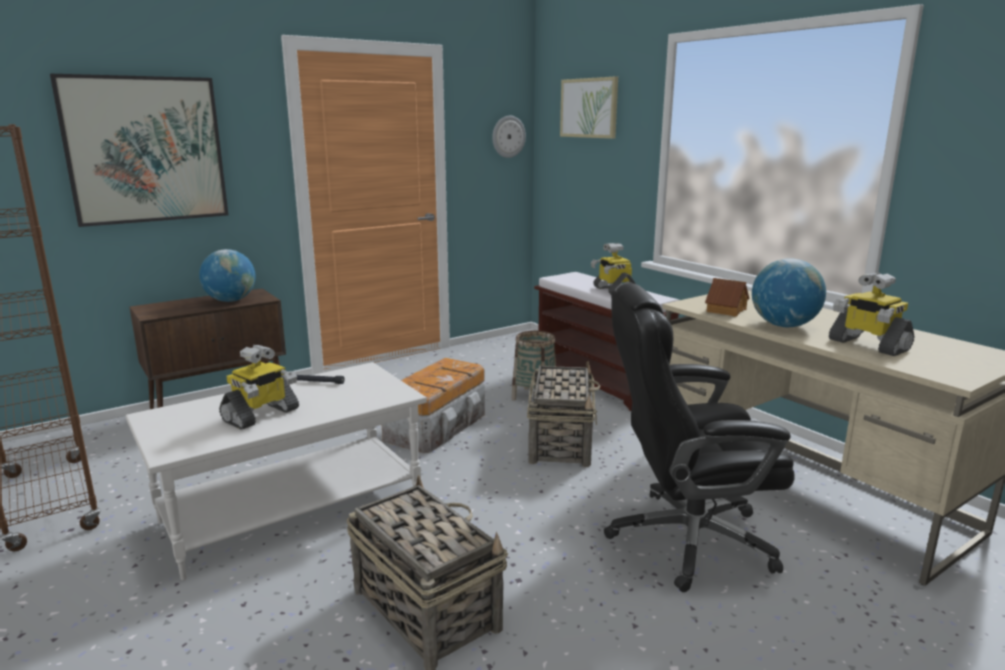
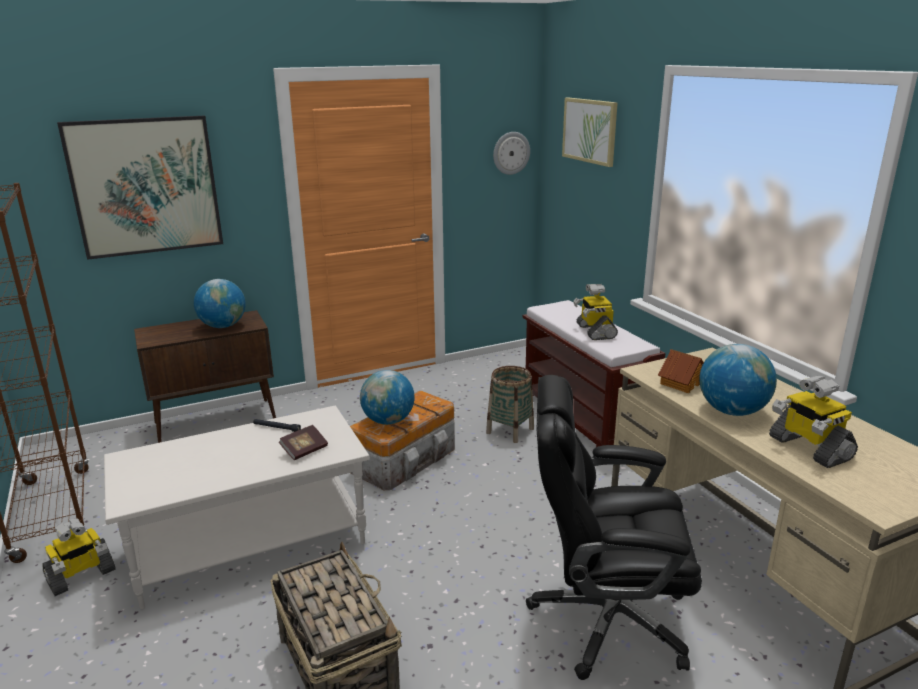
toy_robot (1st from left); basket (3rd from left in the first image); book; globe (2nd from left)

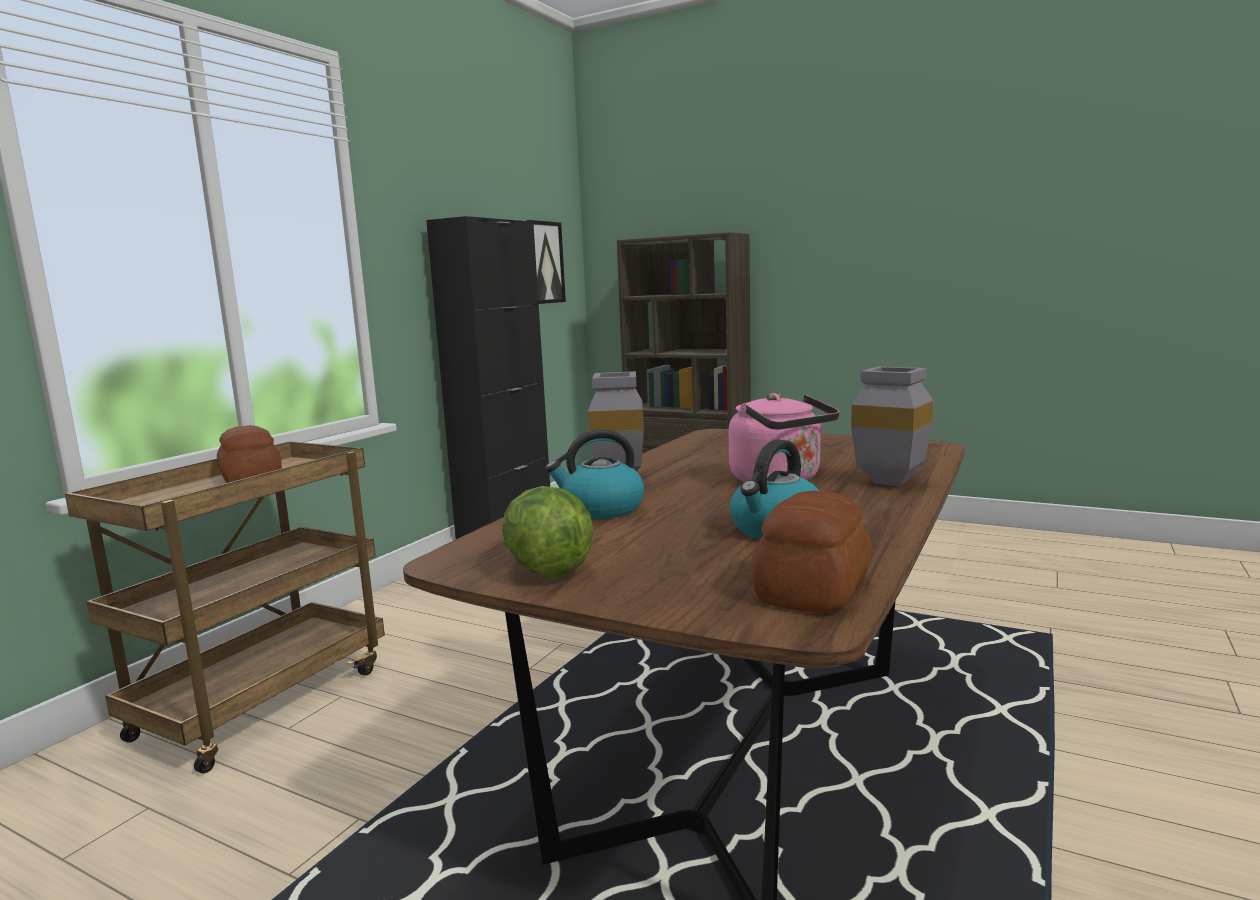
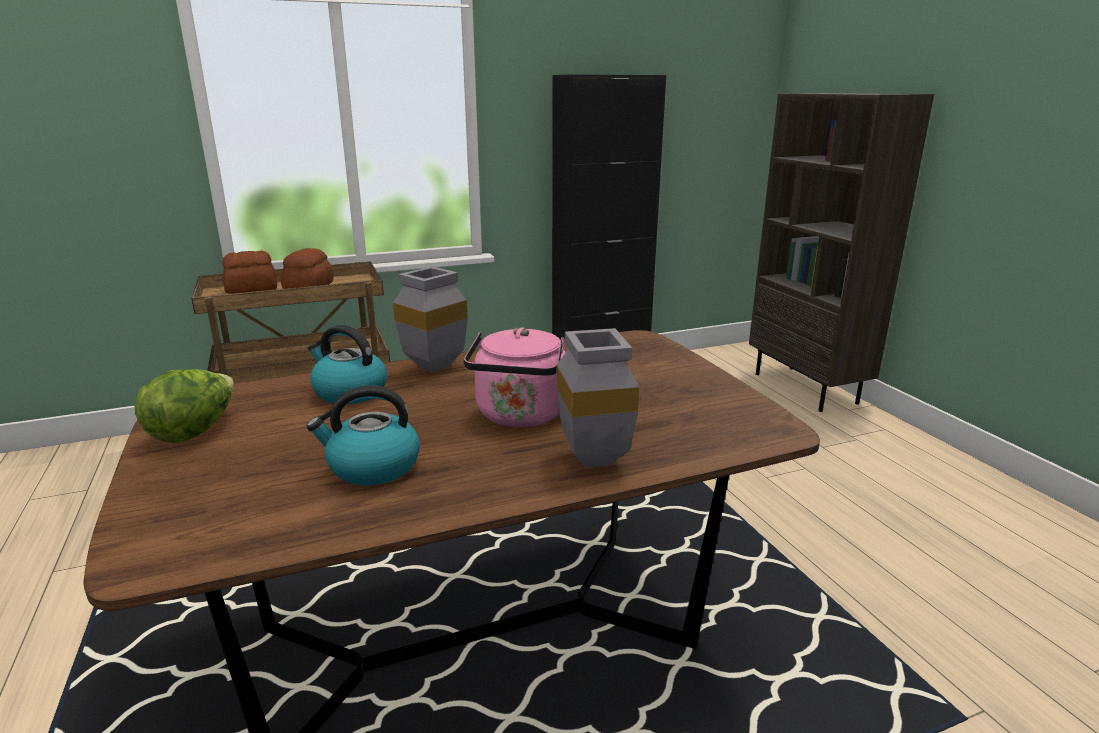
picture; bread (1st from left)

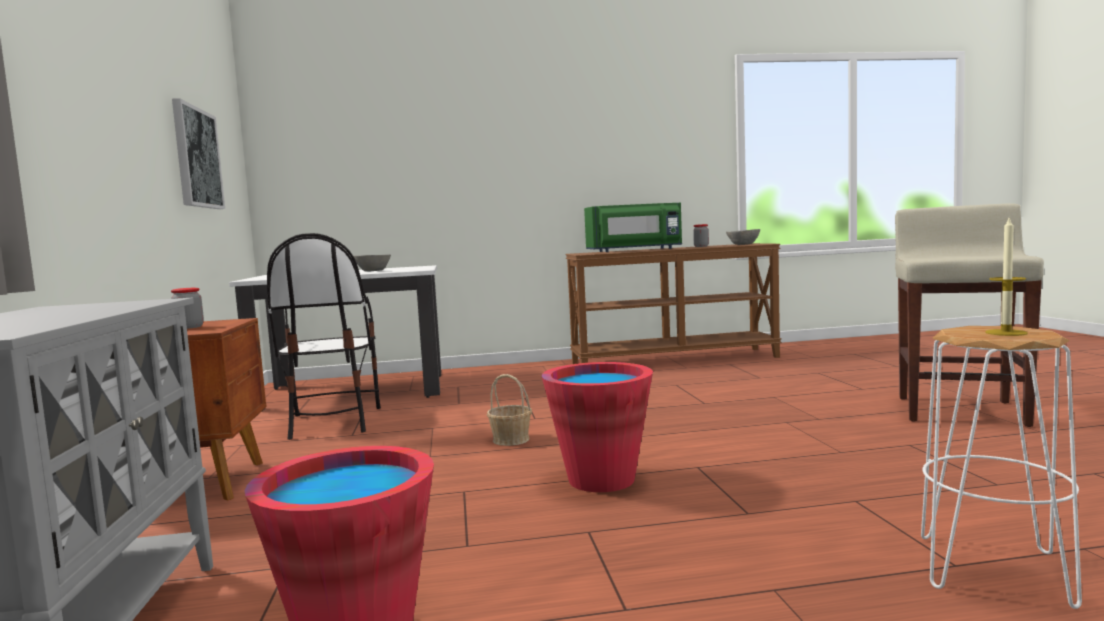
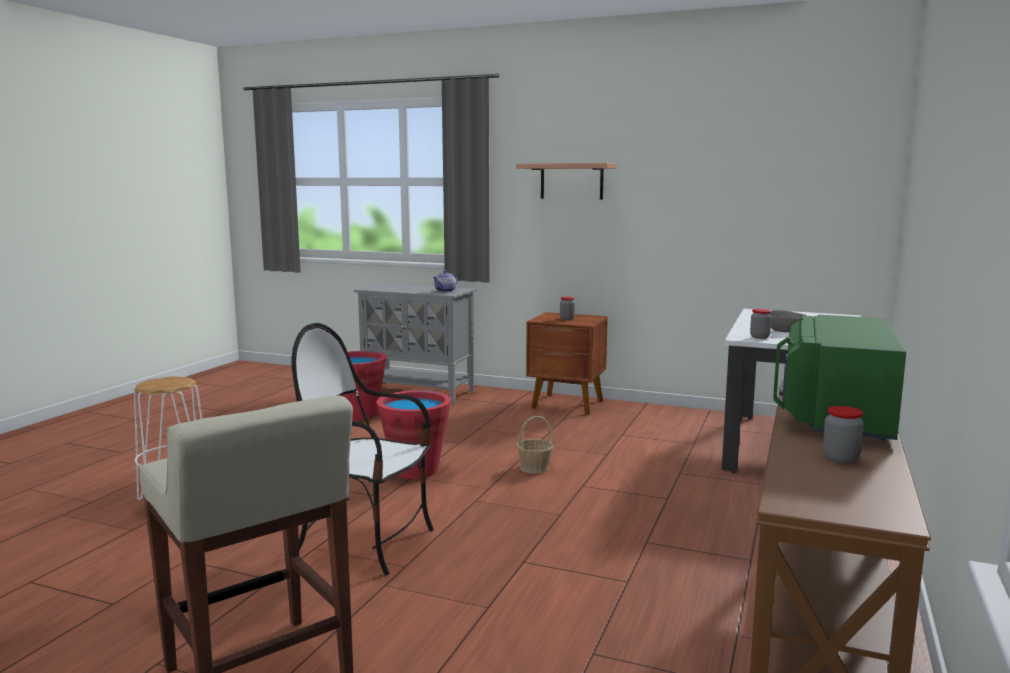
picture; chair; grey_bowl (2nd from left in the first image); candle; teapot; shelf; jar (2nd from left)

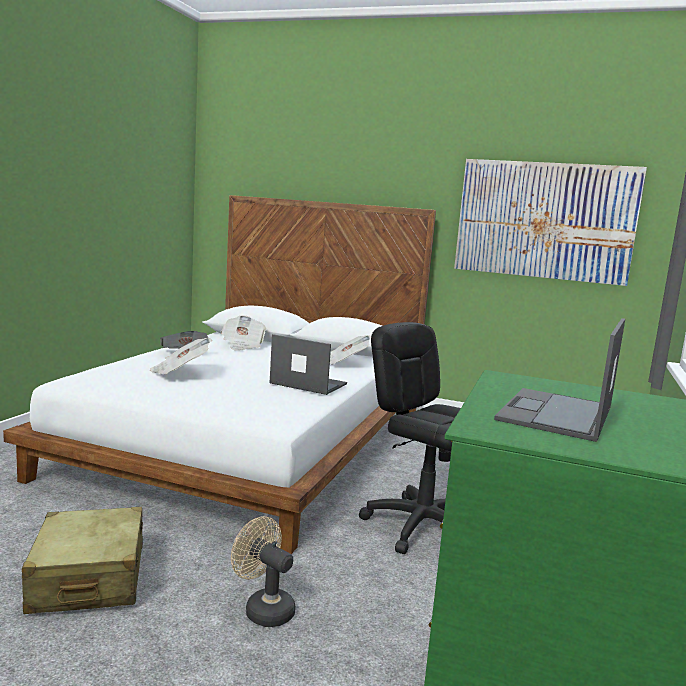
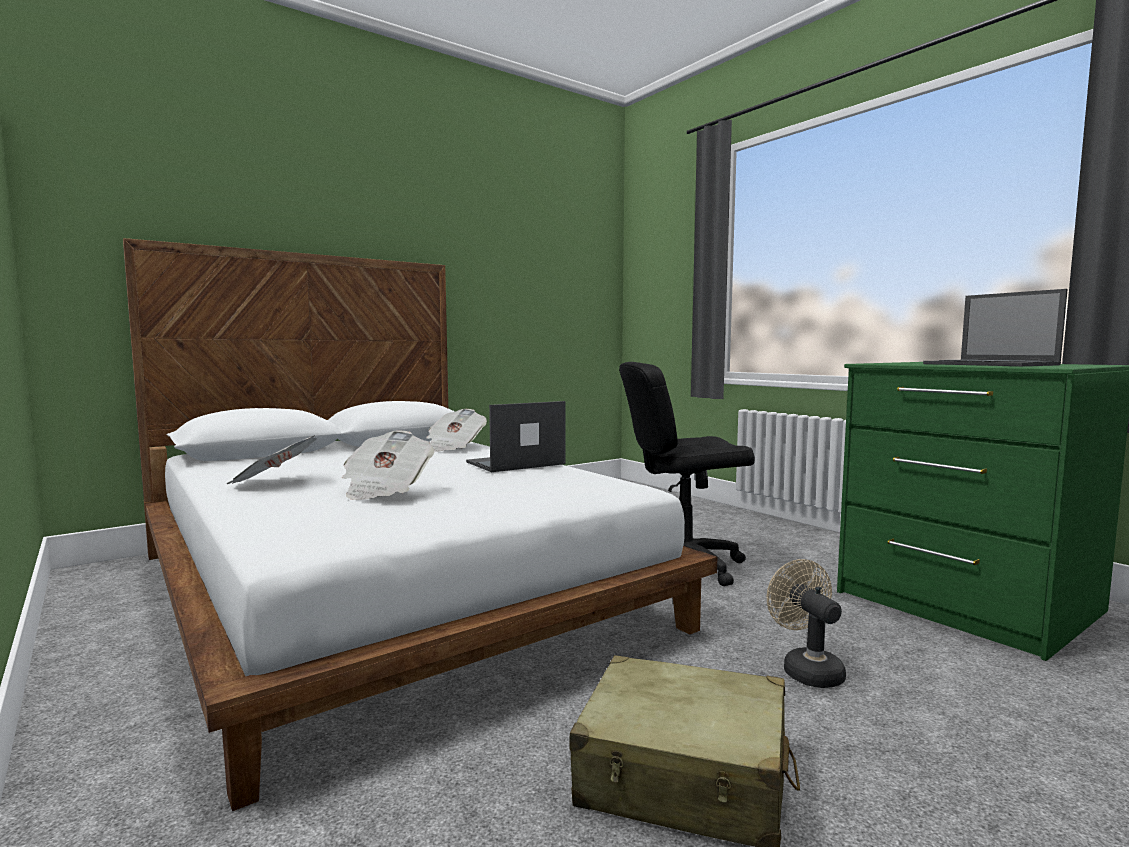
newspaper (3rd from left in the first image); beige_fan; picture

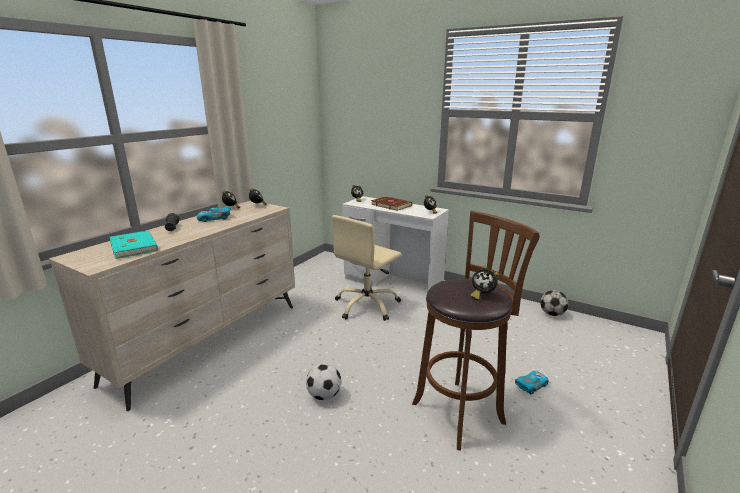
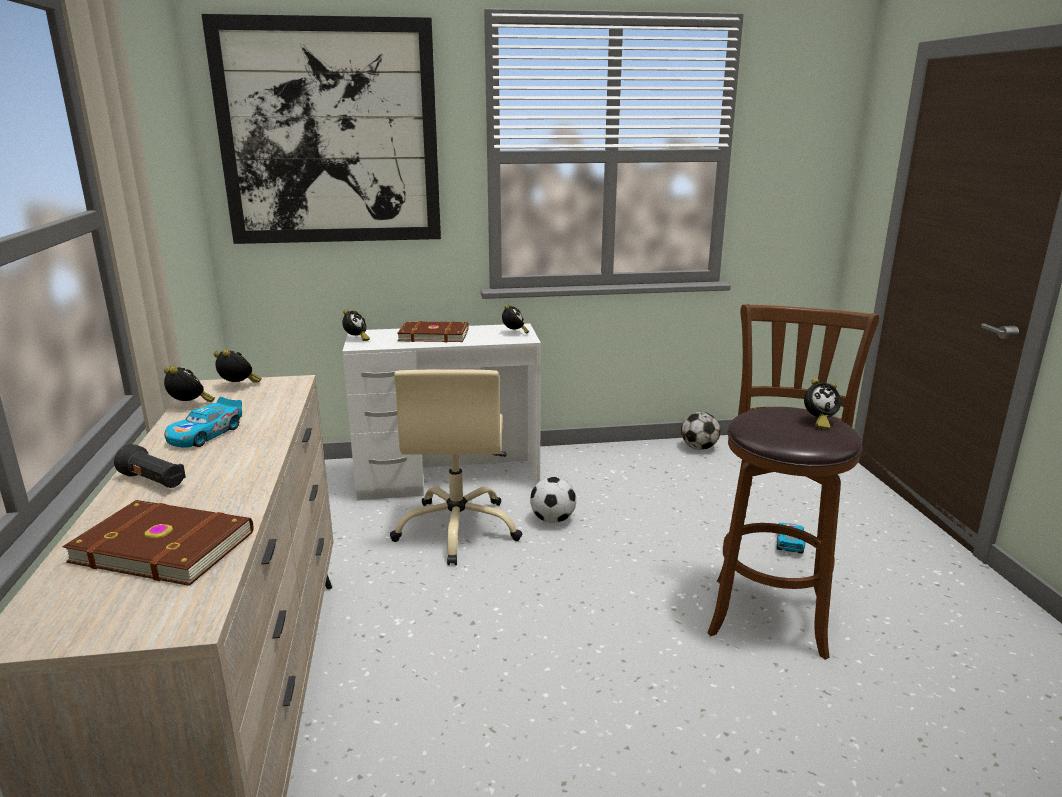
brown_book (1st from left); football (1st from left); picture

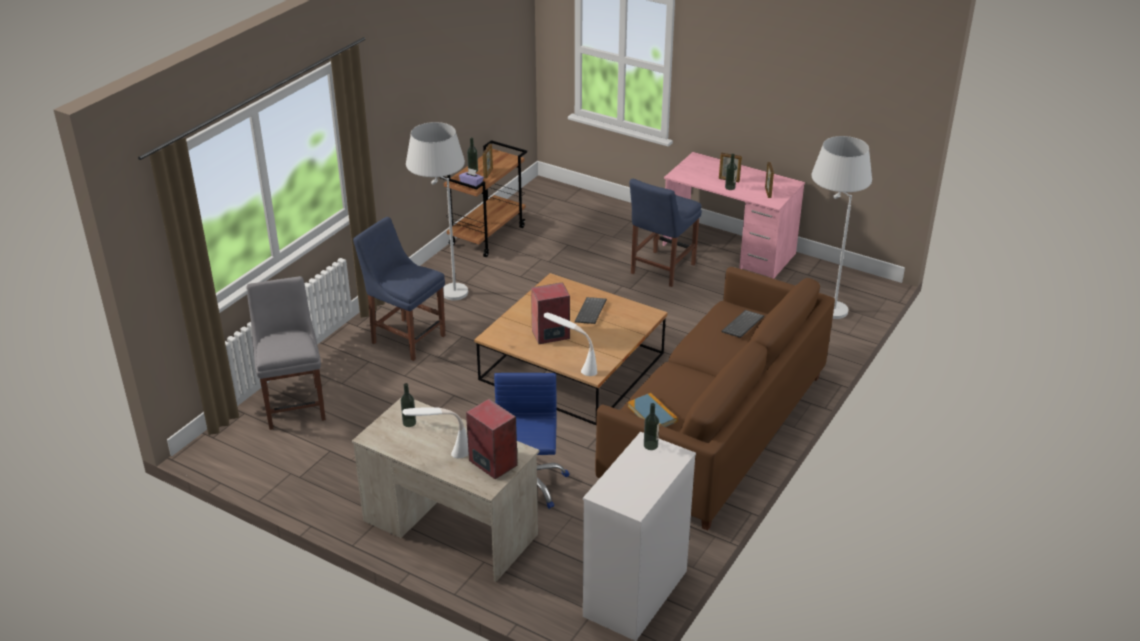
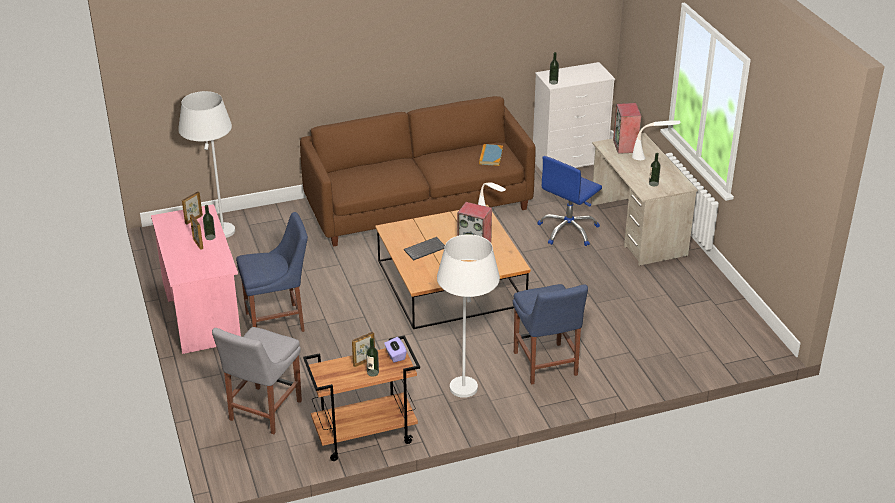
grey_chair; keyboard (2nd from left in the first image)

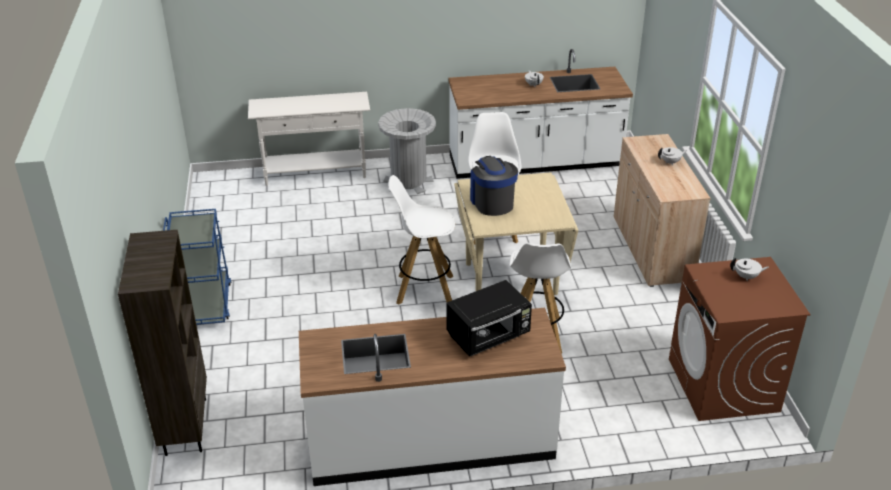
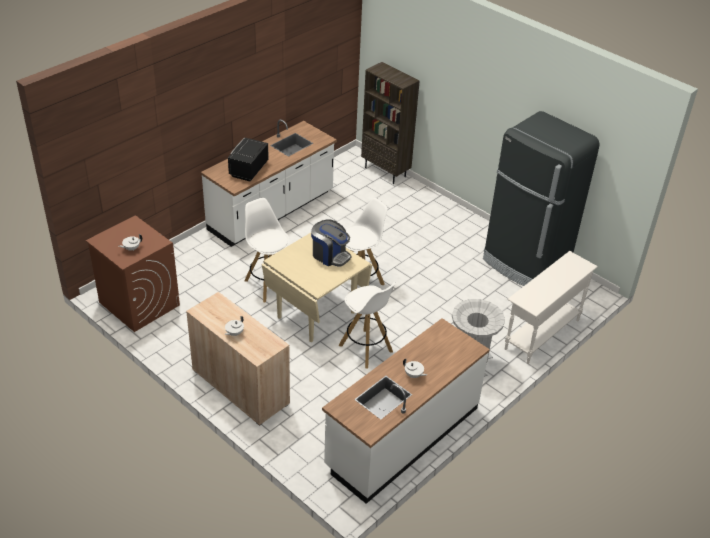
blue_cart; black_fridge

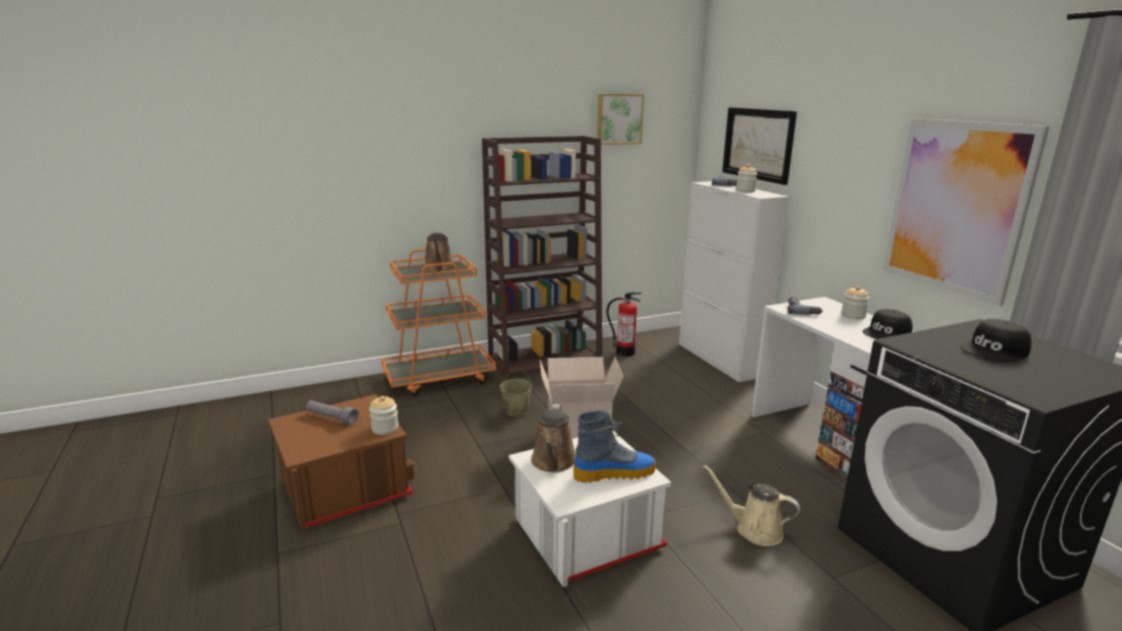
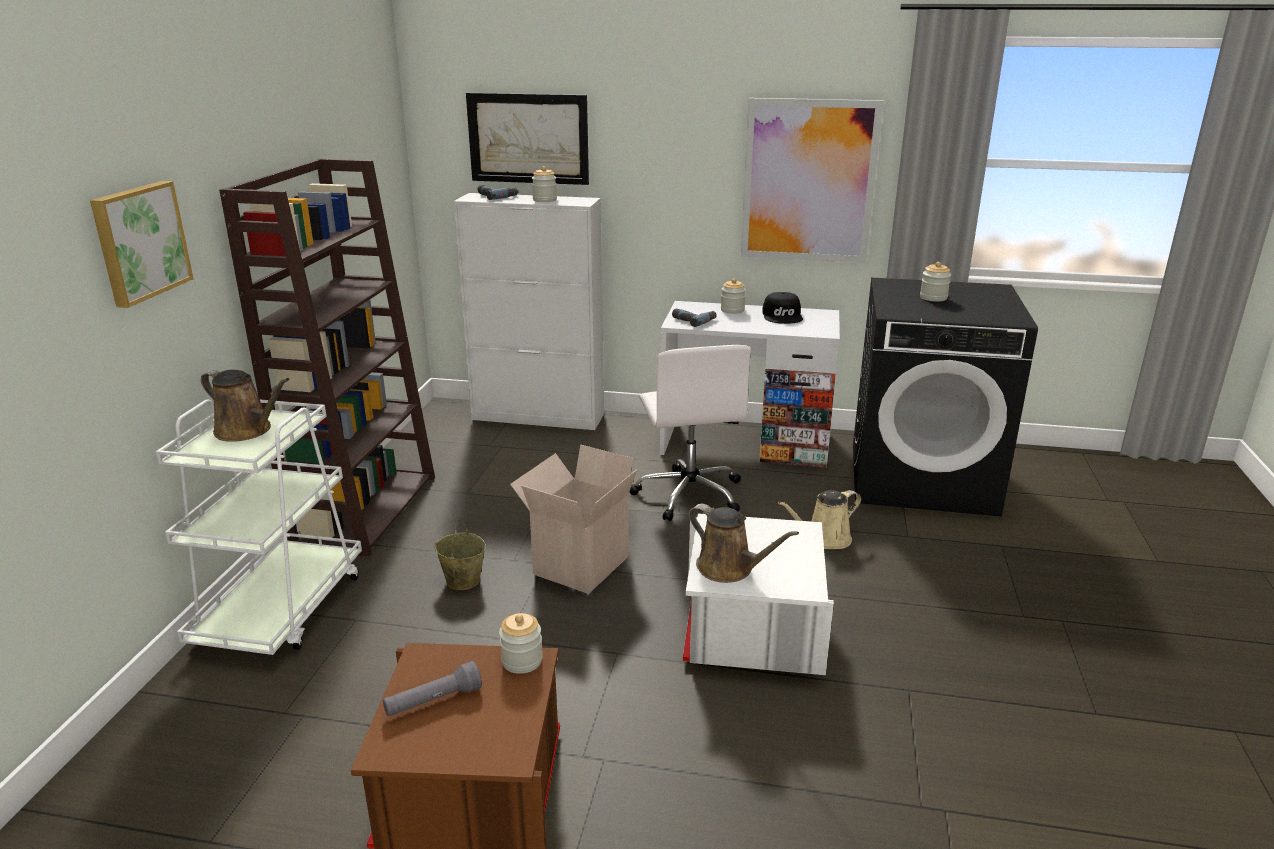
white_cart; boot; picture (1st from left); fire_extinguisher; jar (4th from left); white_office_chair

